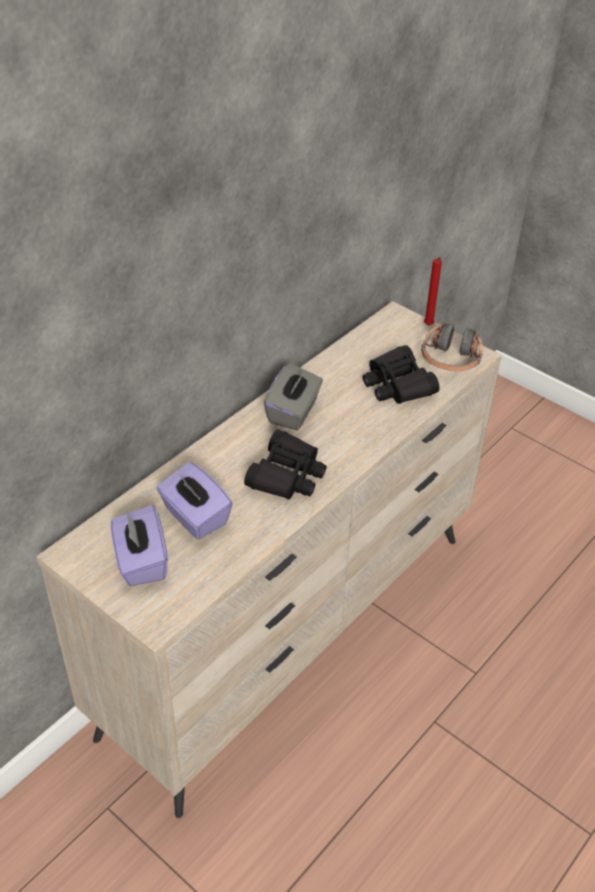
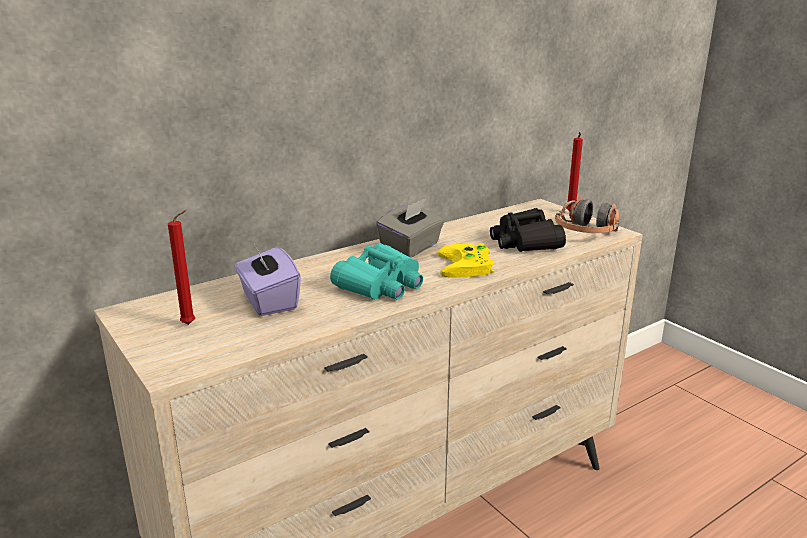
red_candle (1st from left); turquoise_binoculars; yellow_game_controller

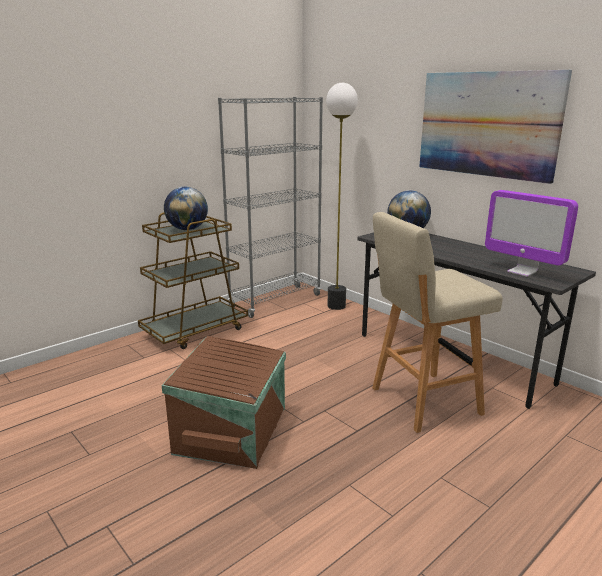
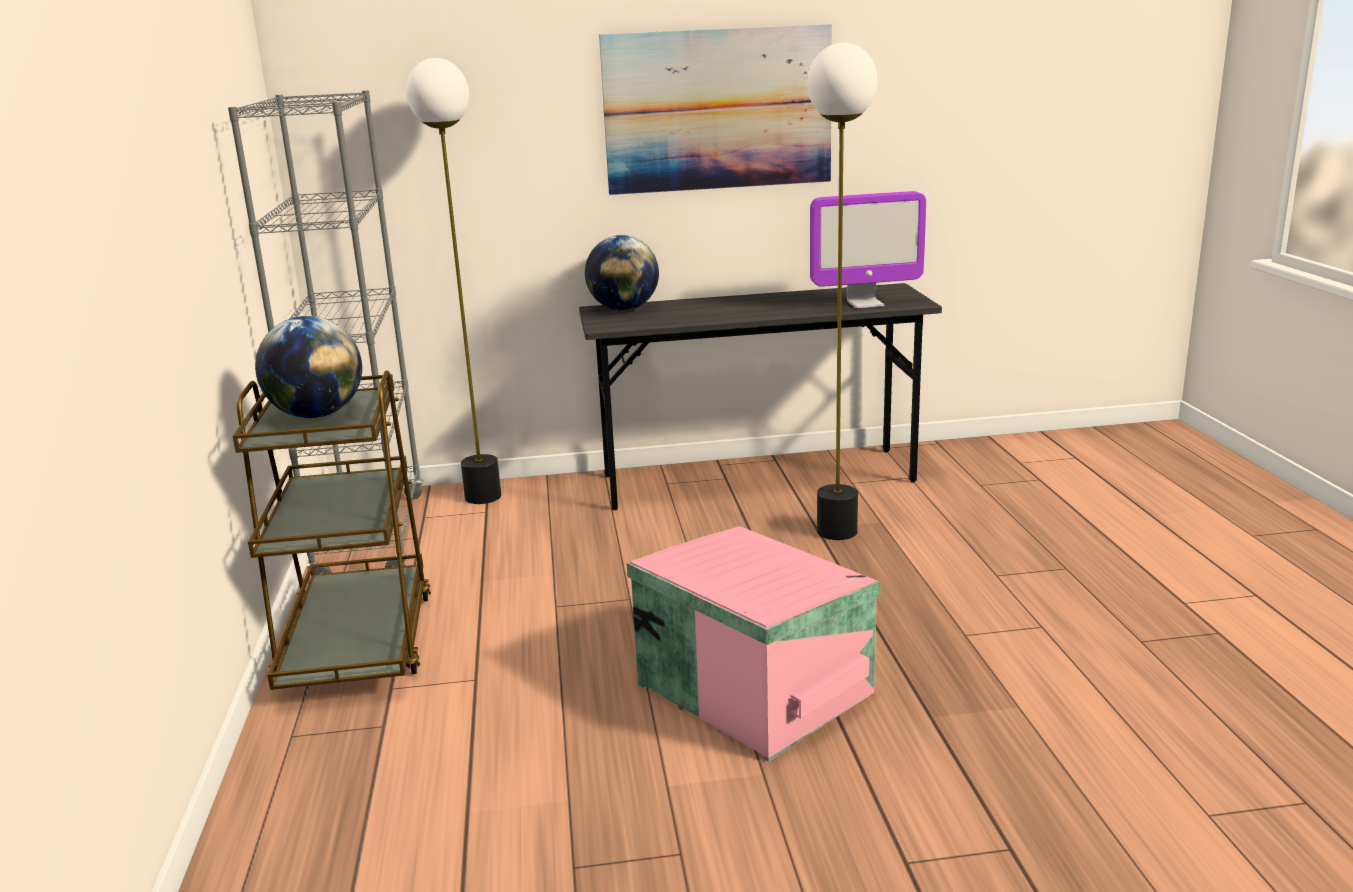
pink_storage_box; floor_lamp (2nd from left)

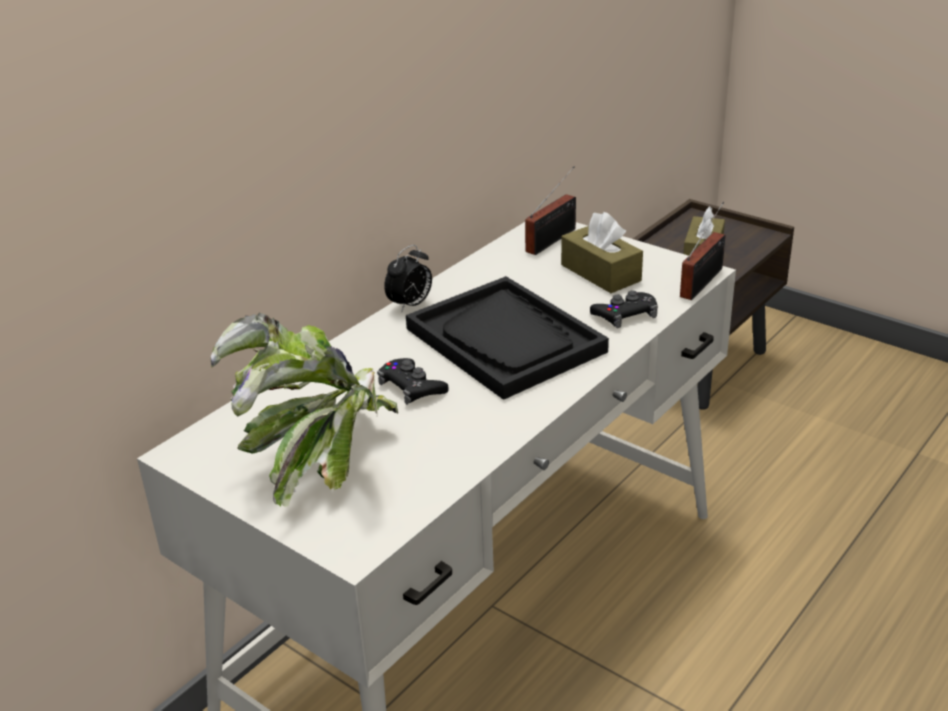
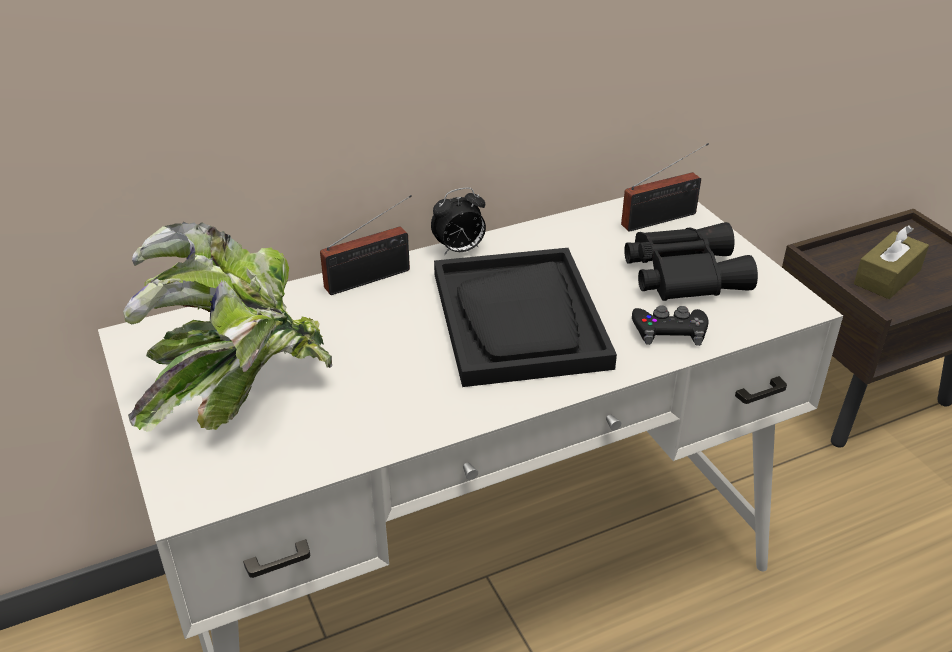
black_game_controller (1st from left in the first image); black_binoculars; radio (1st from left)

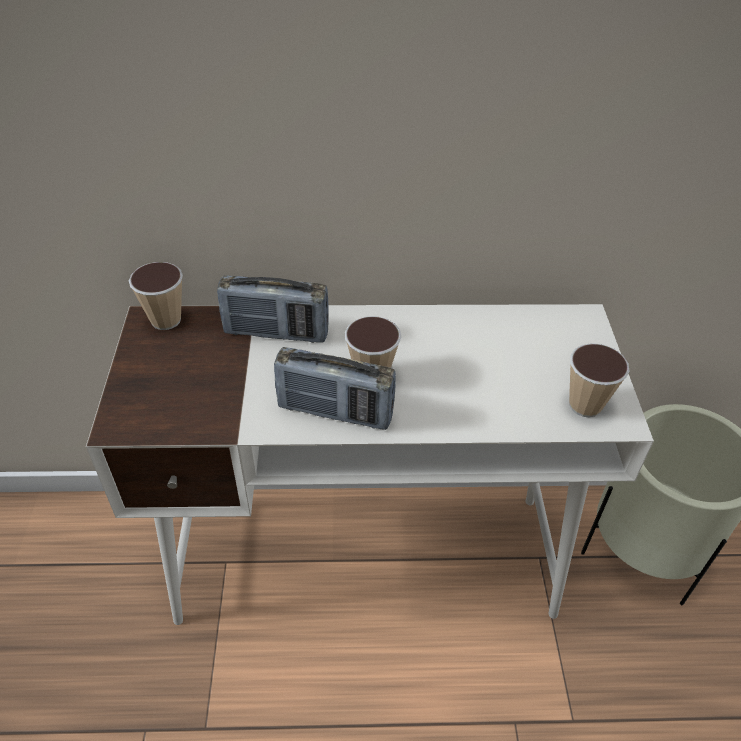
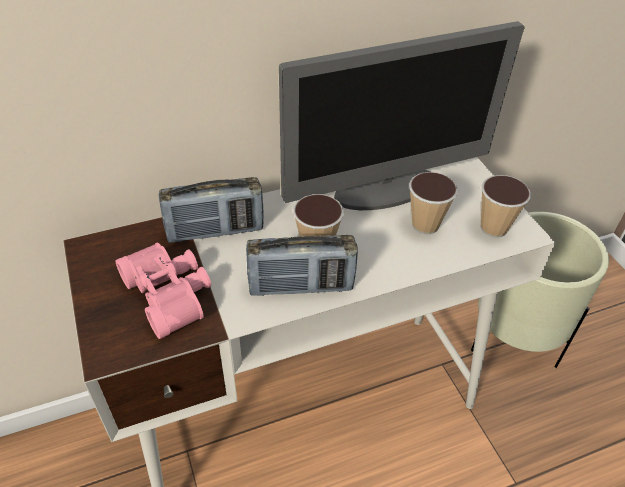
cup (2nd from left); pink_binoculars; monitor

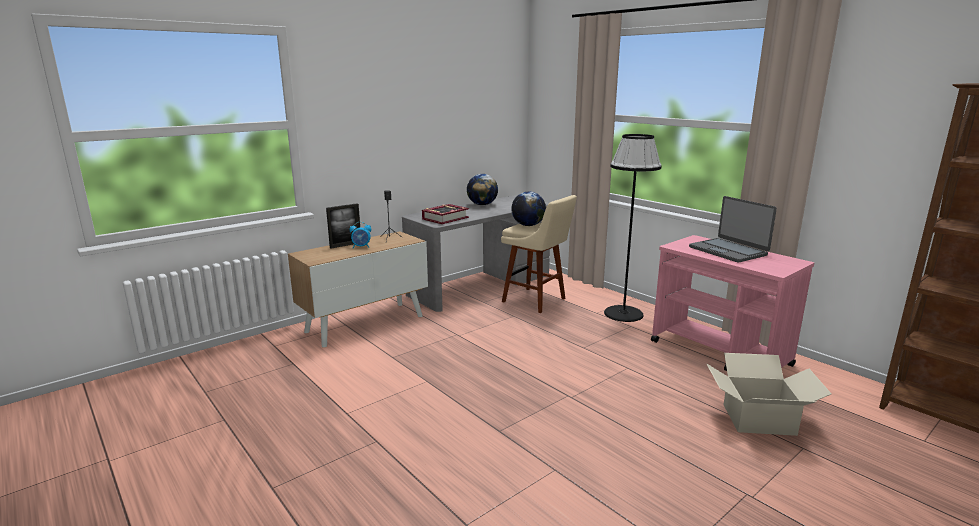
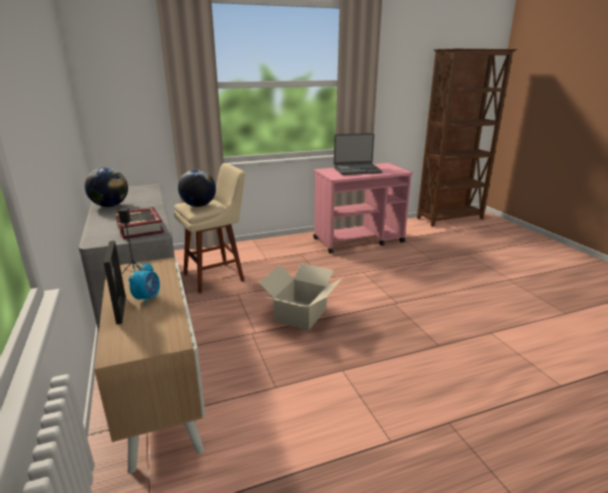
black_floor_lamp; cardboard_box

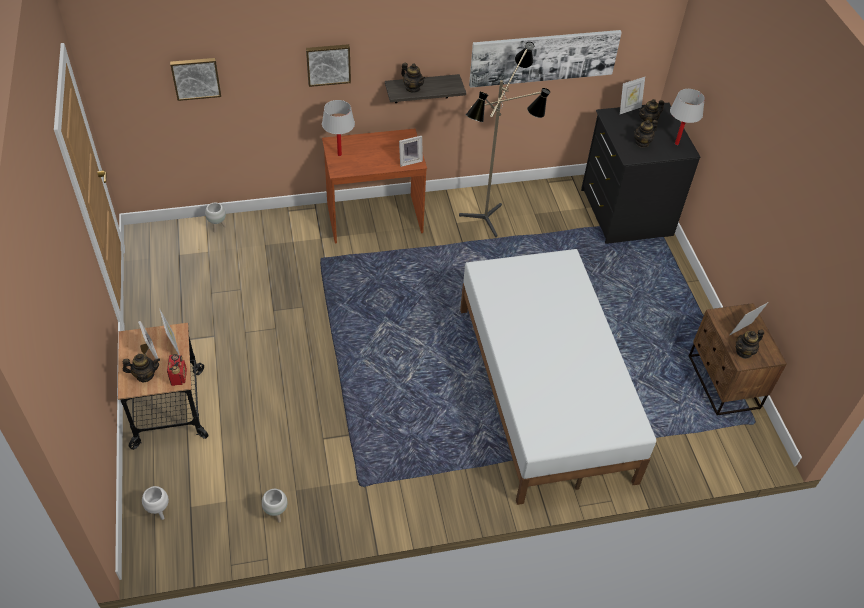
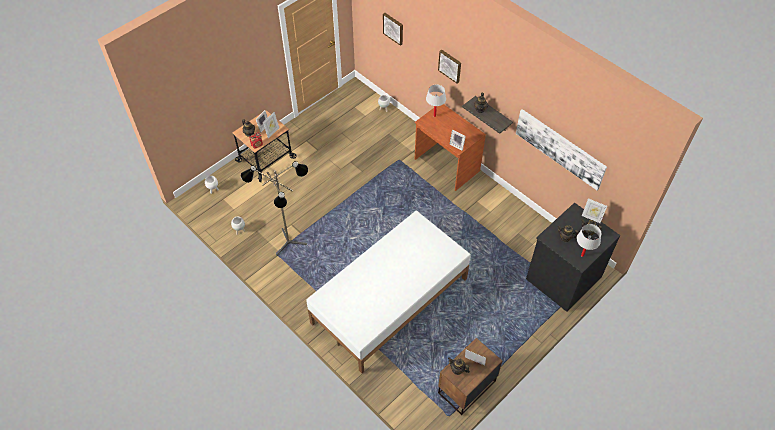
floor_lamp

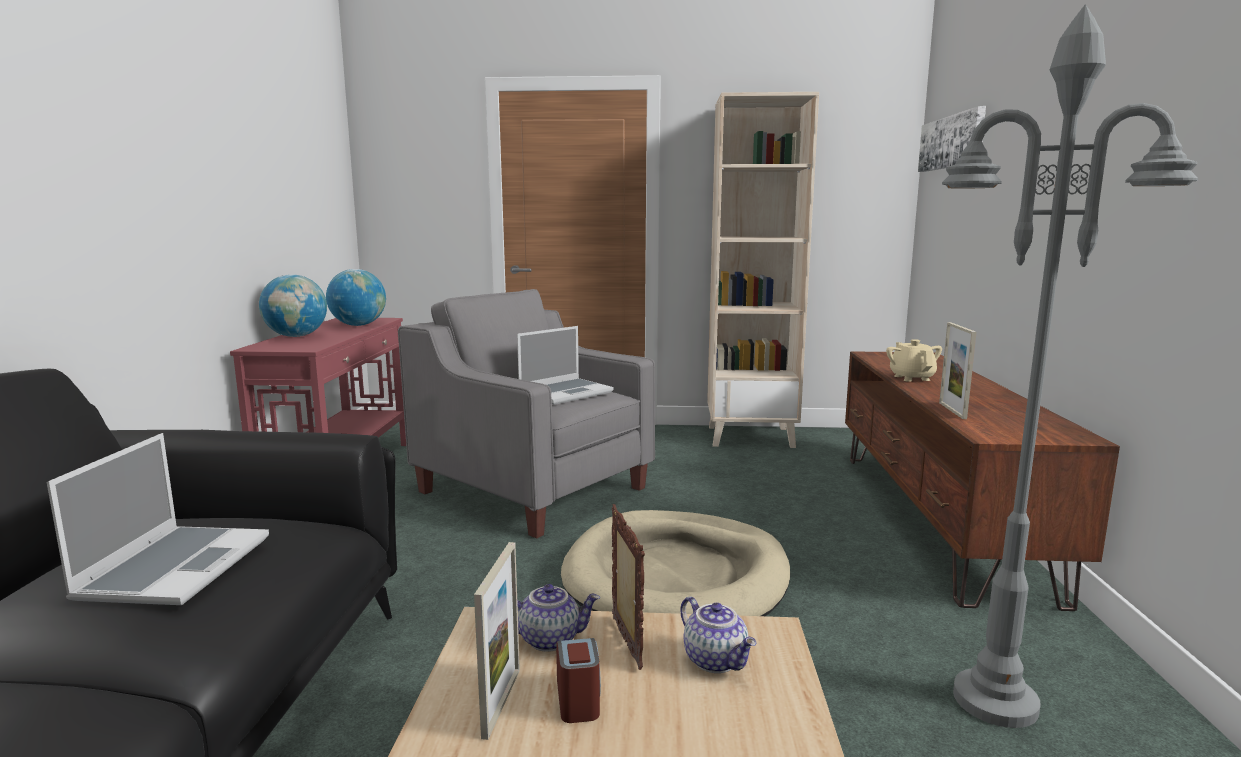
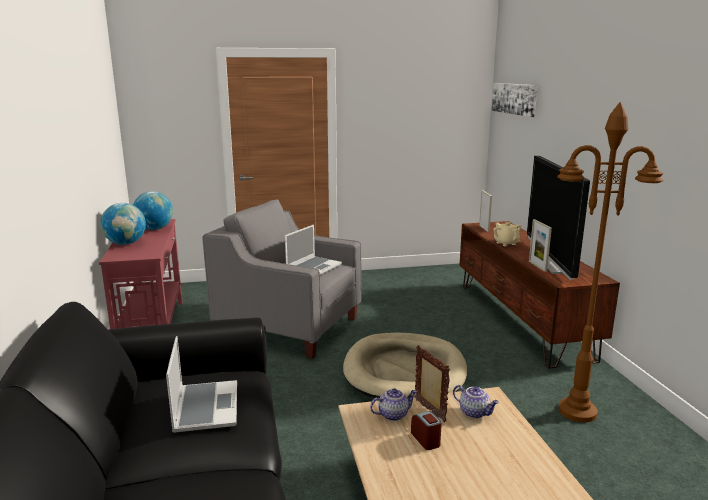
picture_frame (2nd from left); beige_bookcase; brown_floor_lamp; television

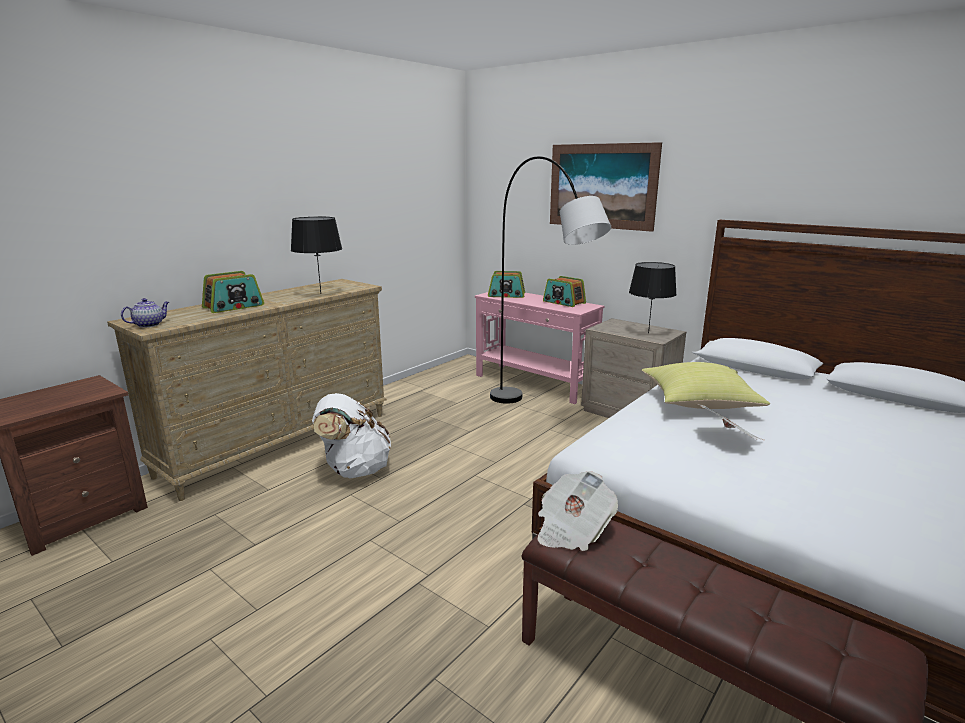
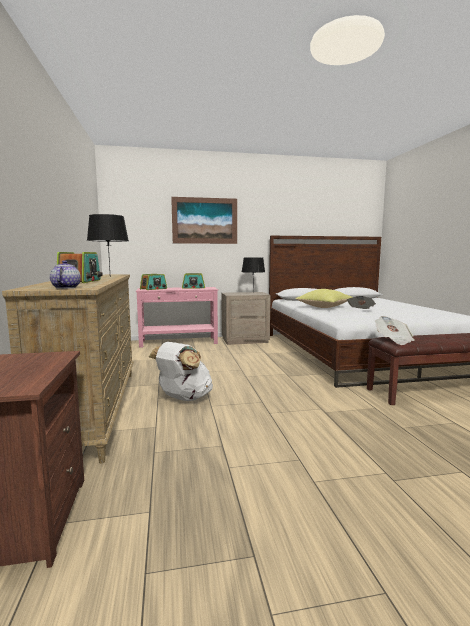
grey_floor_lamp

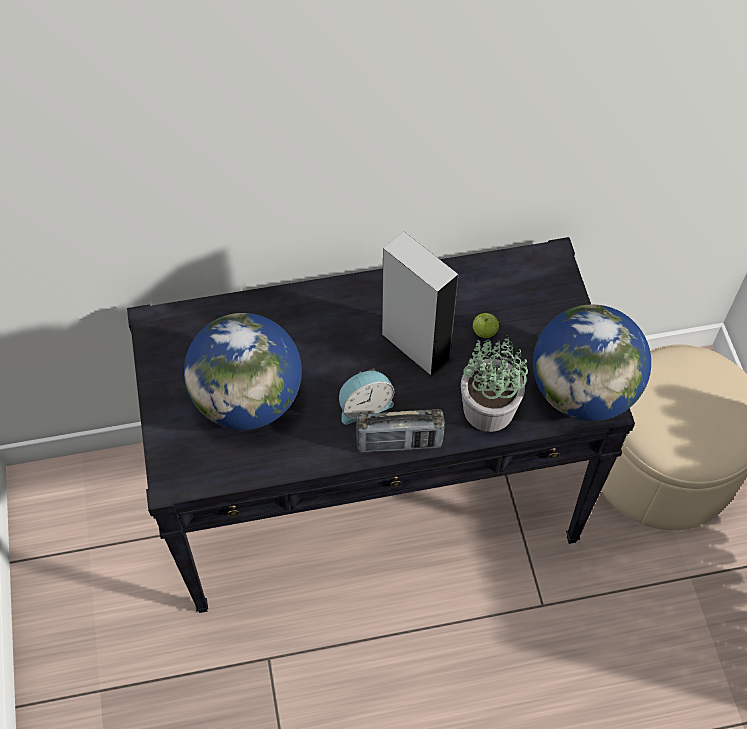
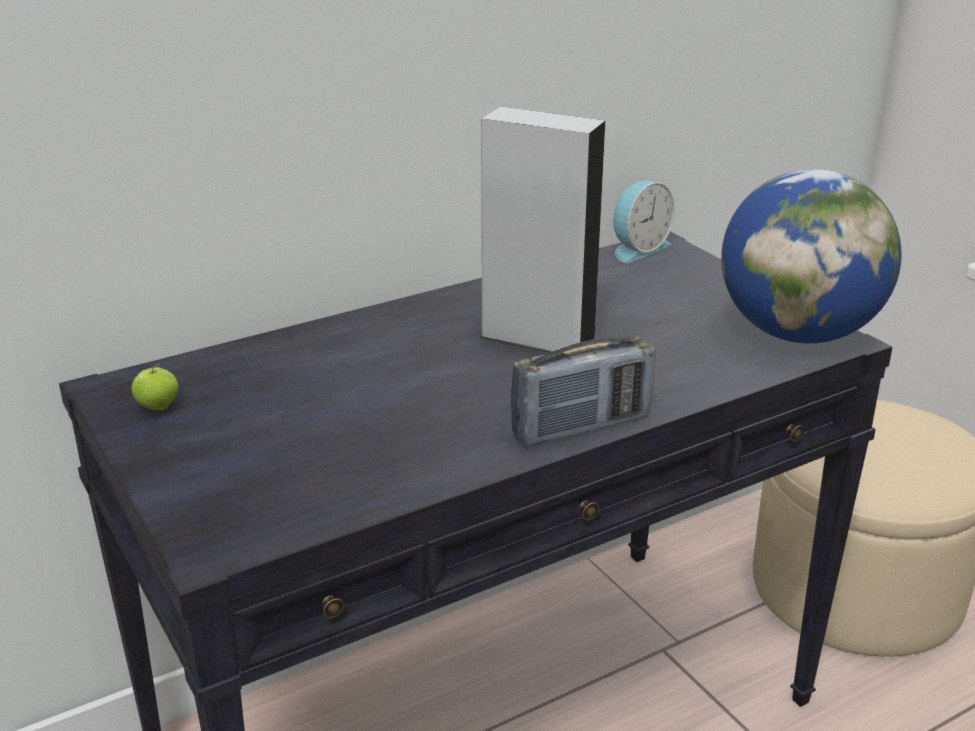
globe (1st from left in the first image); alarm_clock; potted_plant; apple

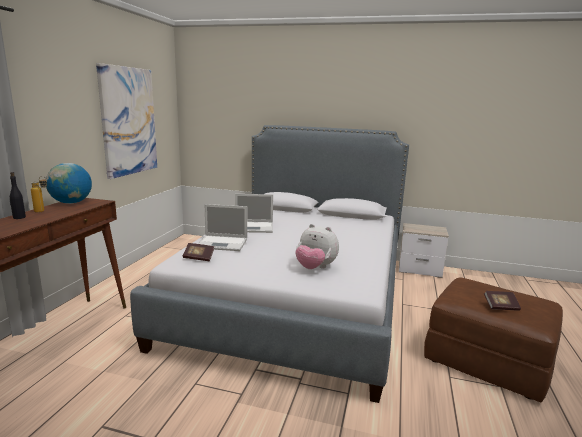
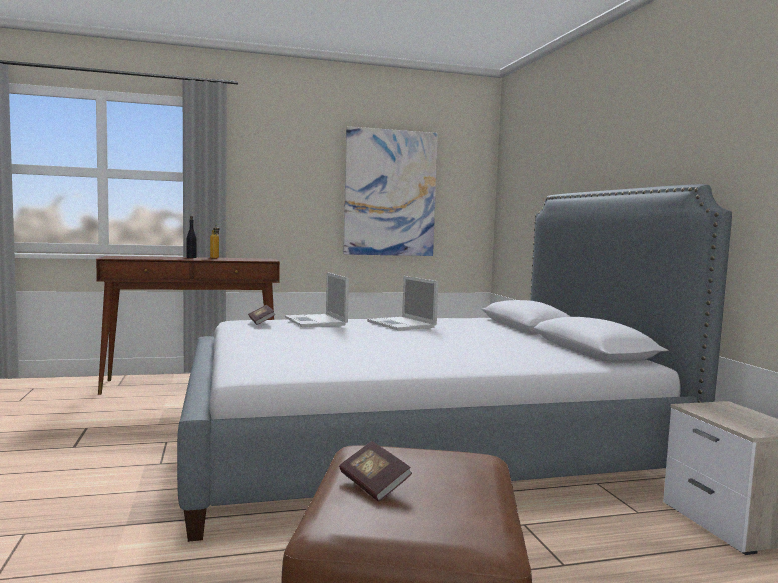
globe; plush_toy

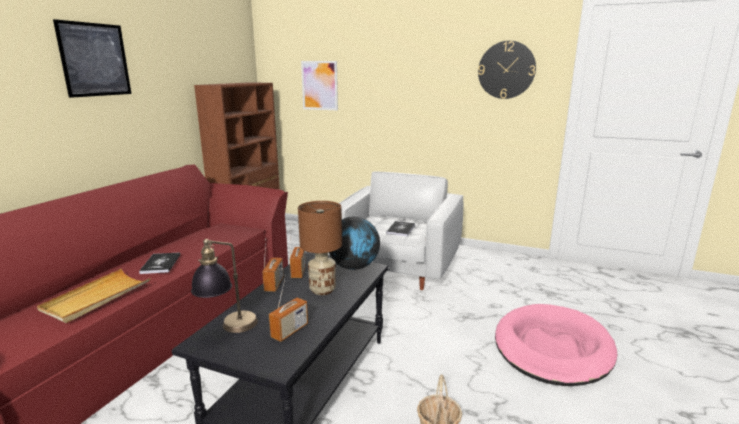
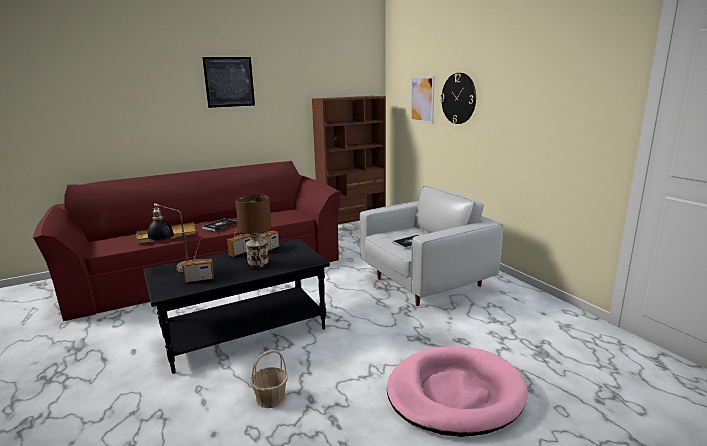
globe; wall_clock

